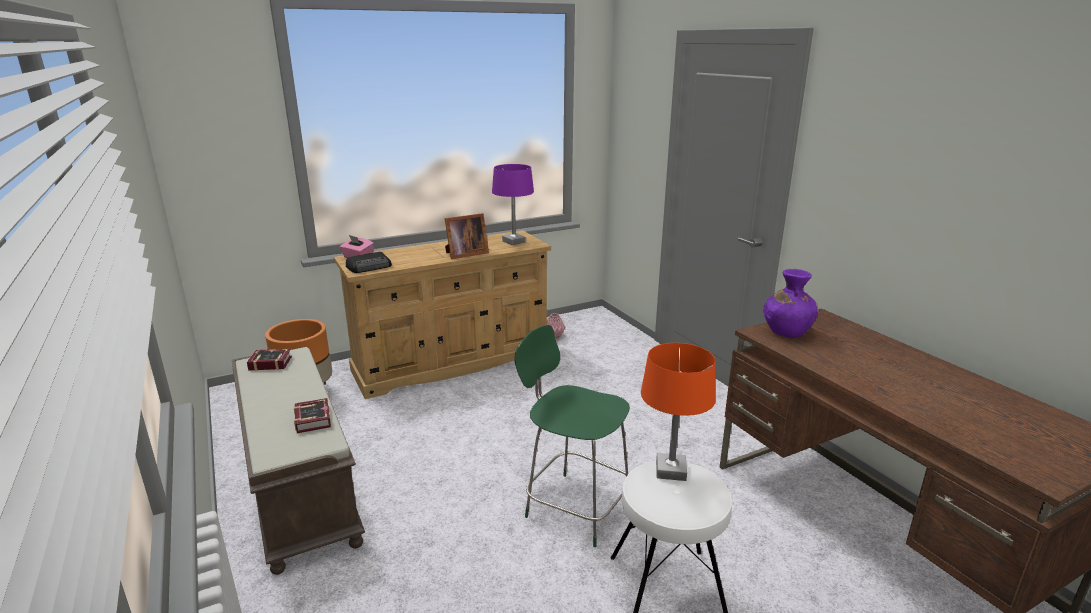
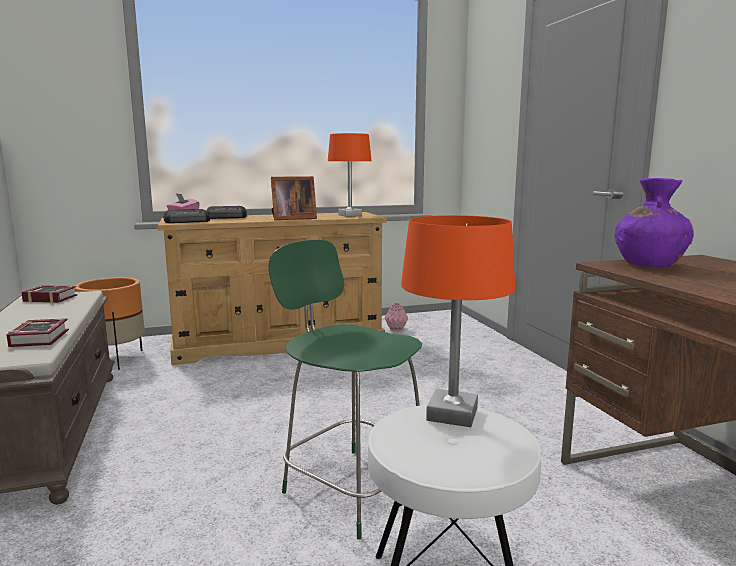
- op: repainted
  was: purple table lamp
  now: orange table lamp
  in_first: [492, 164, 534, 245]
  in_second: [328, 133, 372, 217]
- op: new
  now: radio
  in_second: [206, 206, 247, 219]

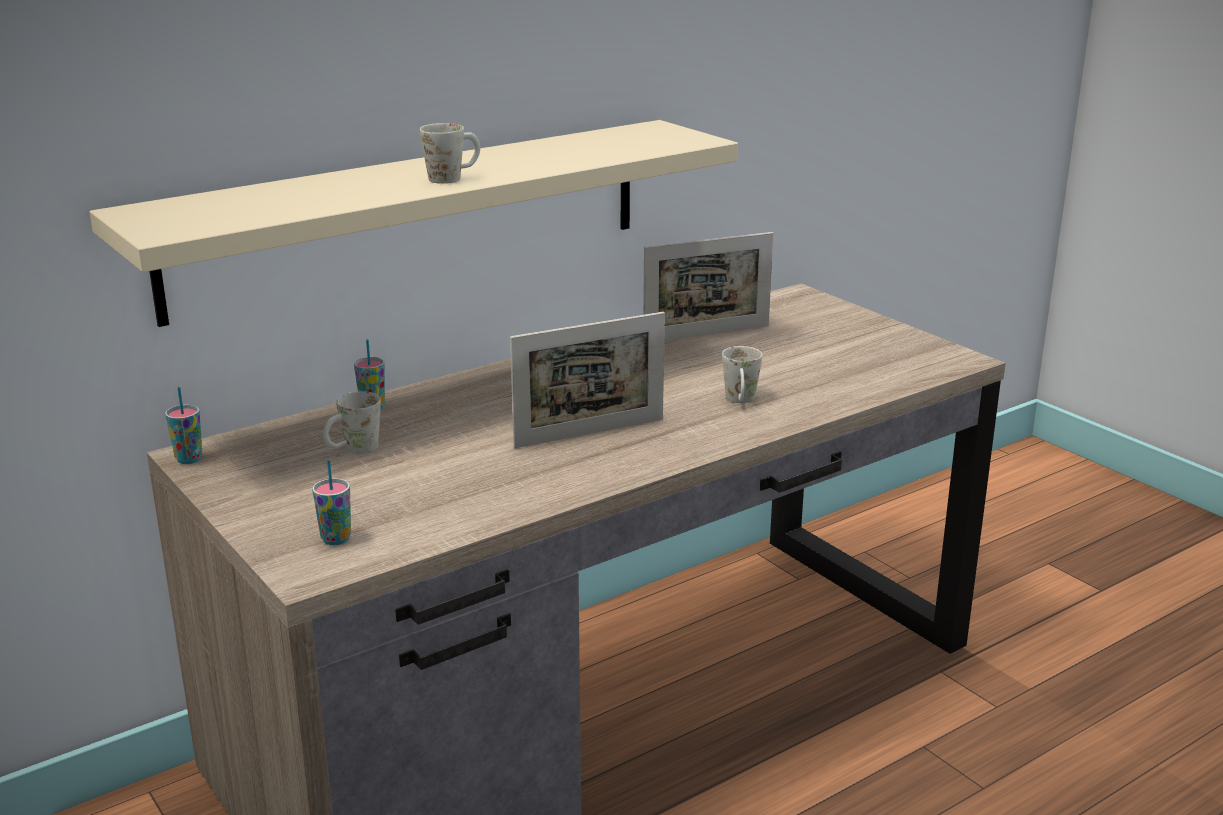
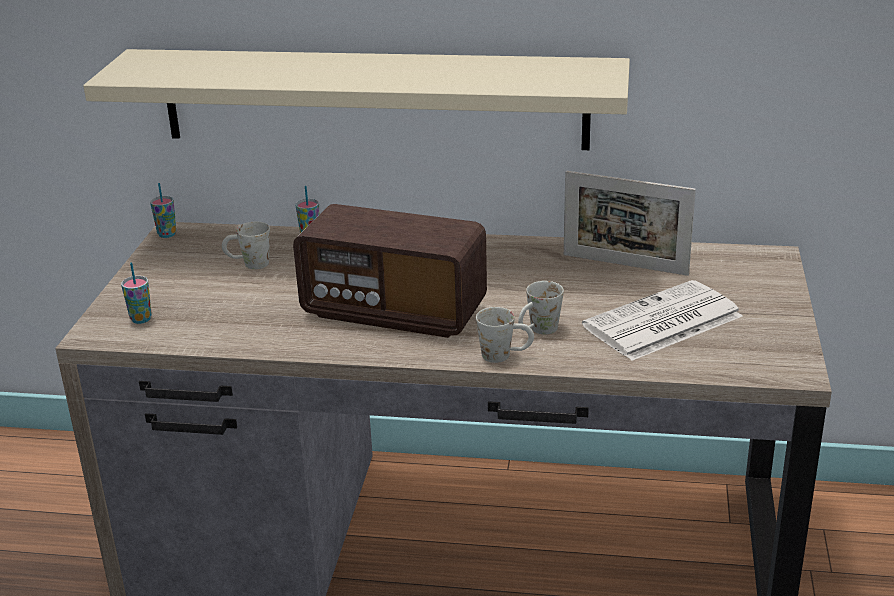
- op: shifted
  was: white mug
  in_first: [420, 123, 480, 184]
  in_second: [476, 307, 534, 363]
- op: swapped
  was: picture frame
  now: radio
  in_first: [510, 312, 665, 448]
  in_second: [293, 204, 487, 338]
- op: new
  now: newspaper
  in_second: [582, 280, 742, 361]

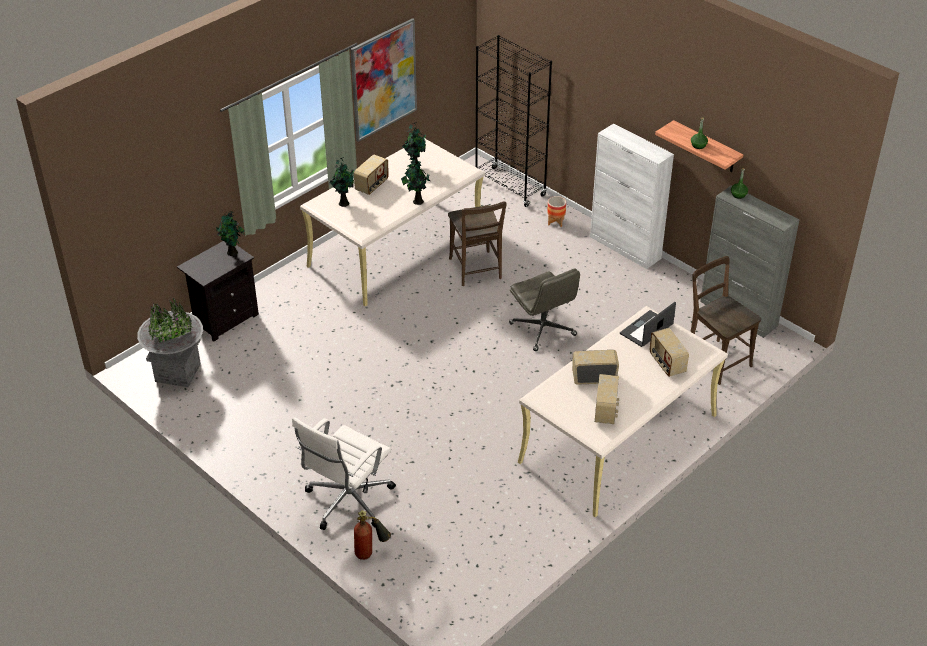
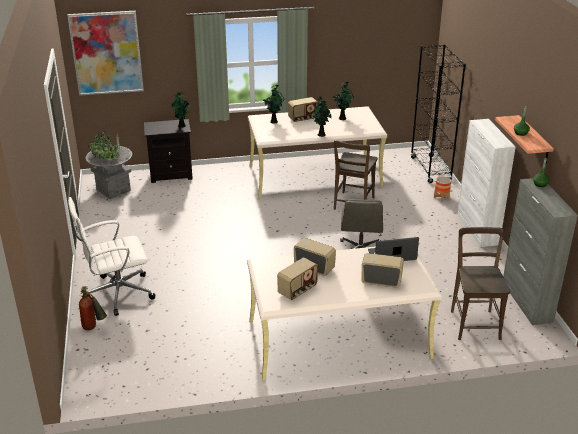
- op: shifted
  was: picture
  in_first: [351, 18, 417, 142]
  in_second: [67, 11, 144, 96]
- op: rotated
  was: radio
  in_first: [650, 328, 689, 377]
  in_second: [361, 253, 404, 288]
  clockwise: 90

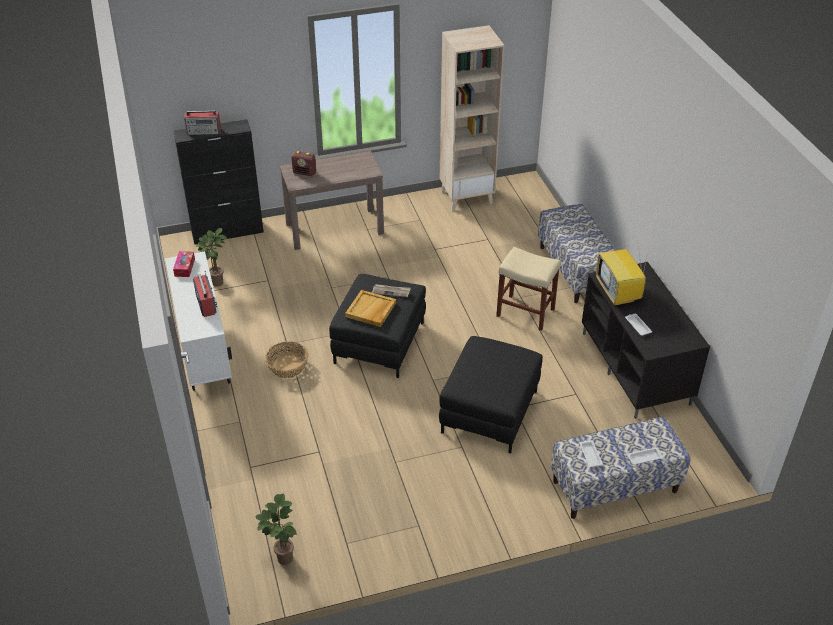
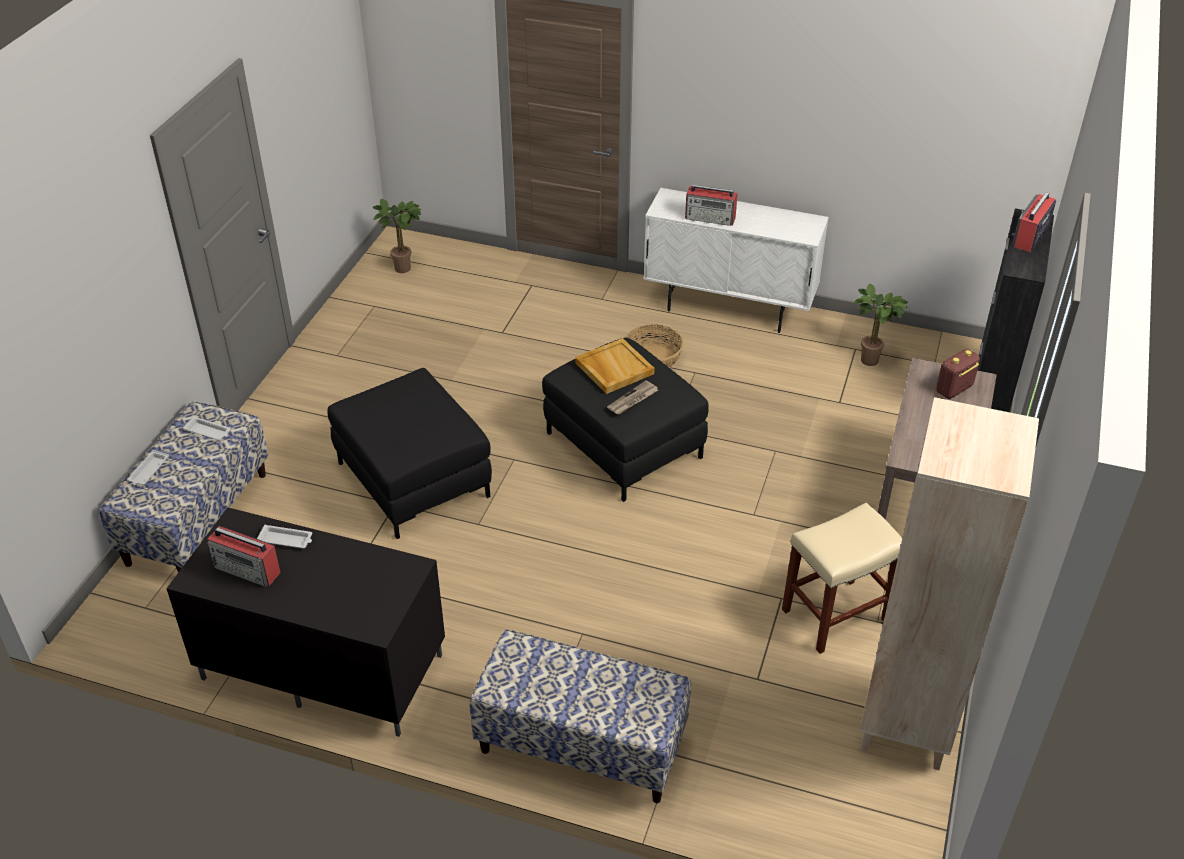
- op: shifted
  was: beige stool
  in_first: [496, 247, 561, 331]
  in_second: [782, 503, 902, 654]
- op: gone
  was: television
  in_first: [596, 247, 647, 306]
- op: gone
  was: tissue box
  in_first: [173, 251, 195, 277]
- op: new
  now: radio
  in_second: [207, 526, 281, 587]

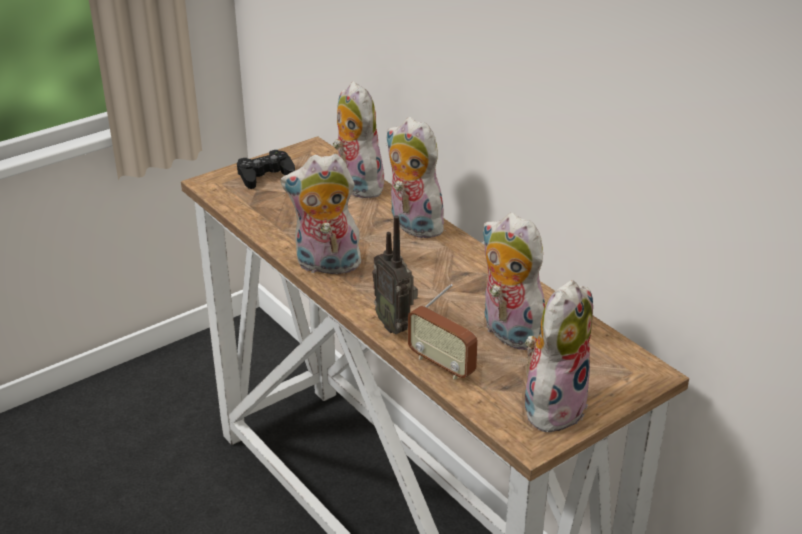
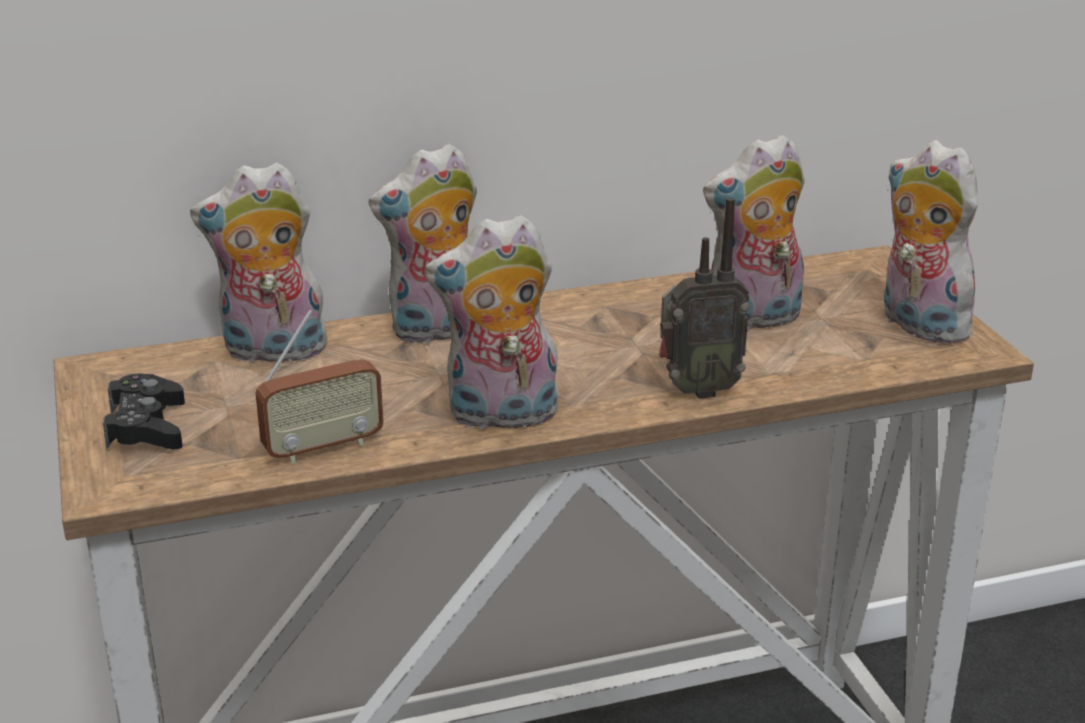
- op: rotated
  was: plush toy
  in_first: [280, 154, 364, 274]
  in_second: [425, 215, 558, 433]
  clockwise: 60
- op: shifted
  was: radio
  in_first: [408, 284, 478, 380]
  in_second: [255, 310, 384, 463]

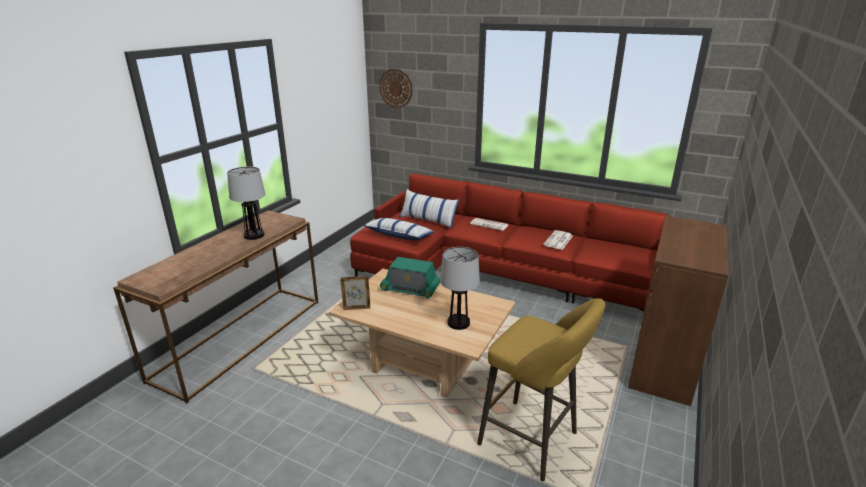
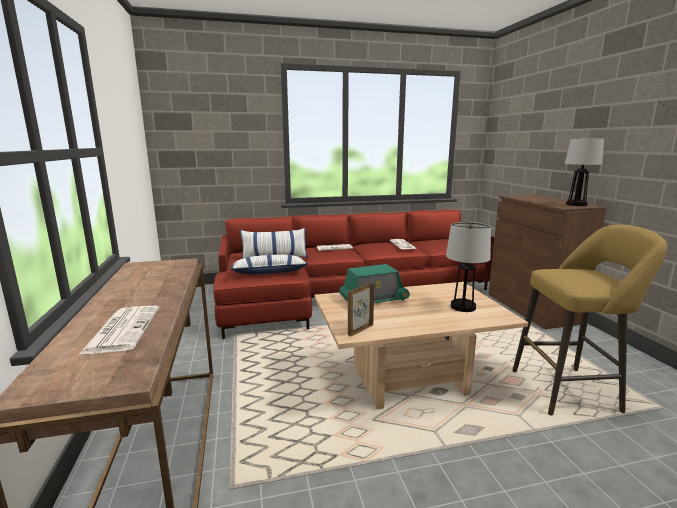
- op: gone
  was: wall clock
  in_first: [379, 69, 412, 108]
- op: shifted
  was: table lamp
  in_first: [227, 166, 265, 240]
  in_second: [565, 139, 604, 206]
- op: new
  now: newspaper
  in_second: [79, 306, 159, 354]

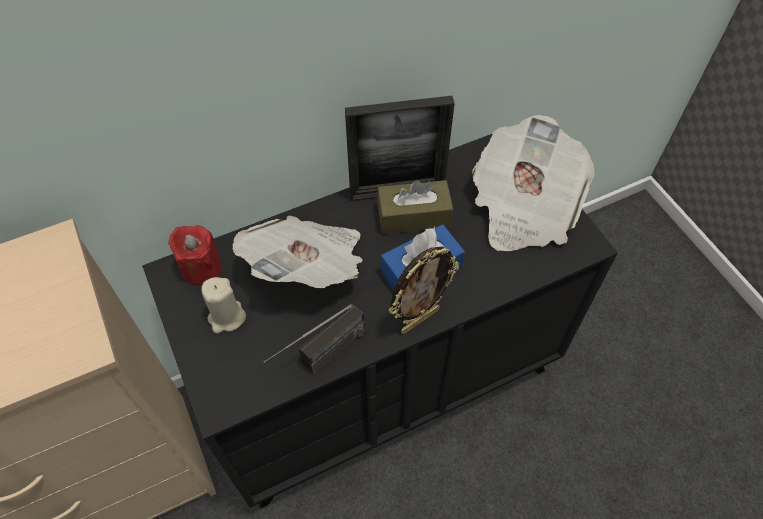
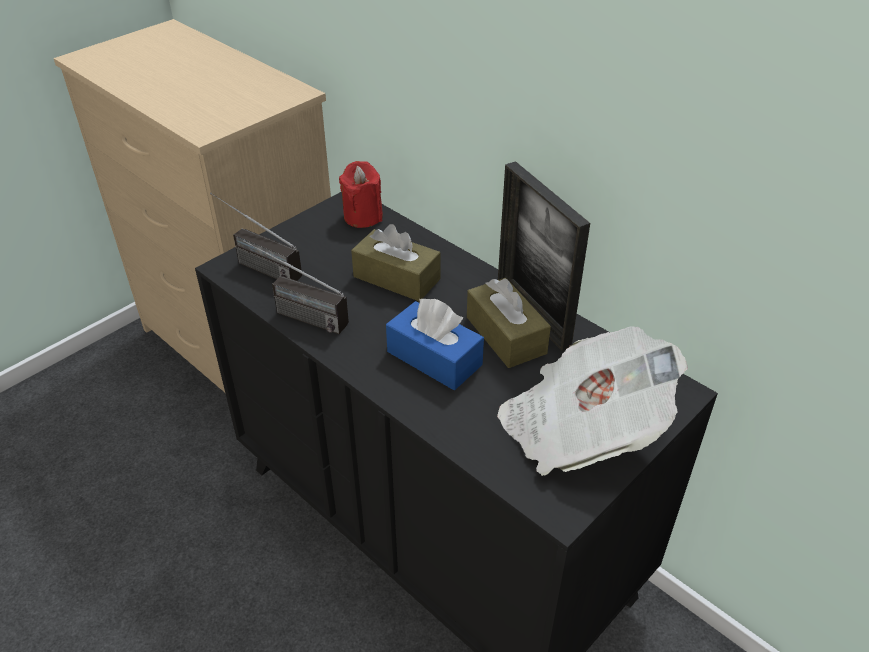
- op: swapped
  was: newspaper
  now: brown tissue box
  in_first: [233, 216, 363, 288]
  in_second: [351, 224, 441, 301]
- op: gone
  was: picture frame
  in_first: [389, 247, 459, 334]
- op: gone
  was: beige candle
  in_first: [201, 277, 246, 334]
- op: new
  now: radio
  in_second: [210, 193, 302, 281]

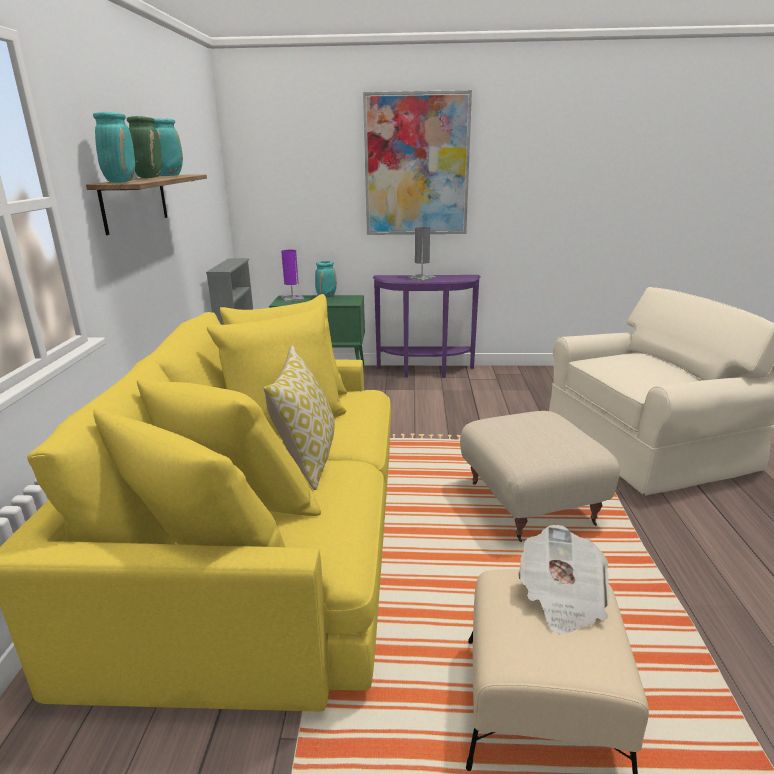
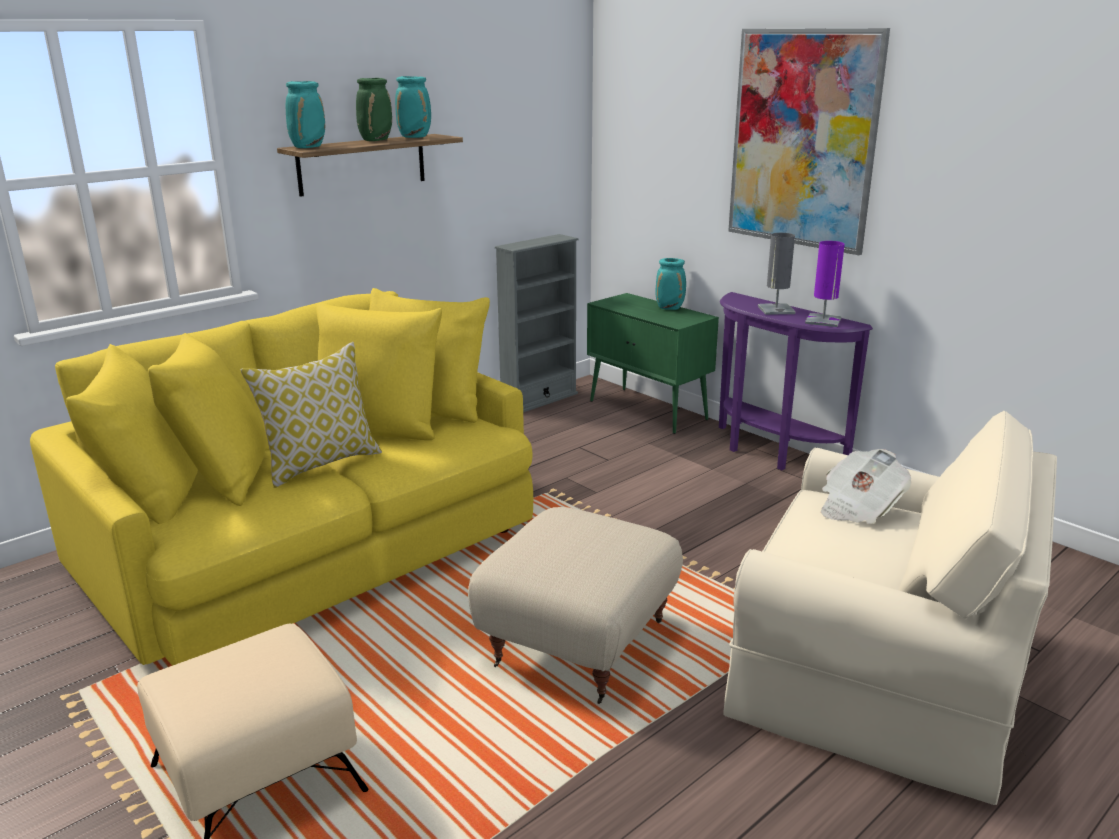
- op: shifted
  was: purple table lamp
  in_first: [281, 250, 304, 302]
  in_second: [805, 241, 845, 327]
- op: shifted
  was: newspaper
  in_first: [518, 525, 610, 635]
  in_second: [821, 449, 911, 524]

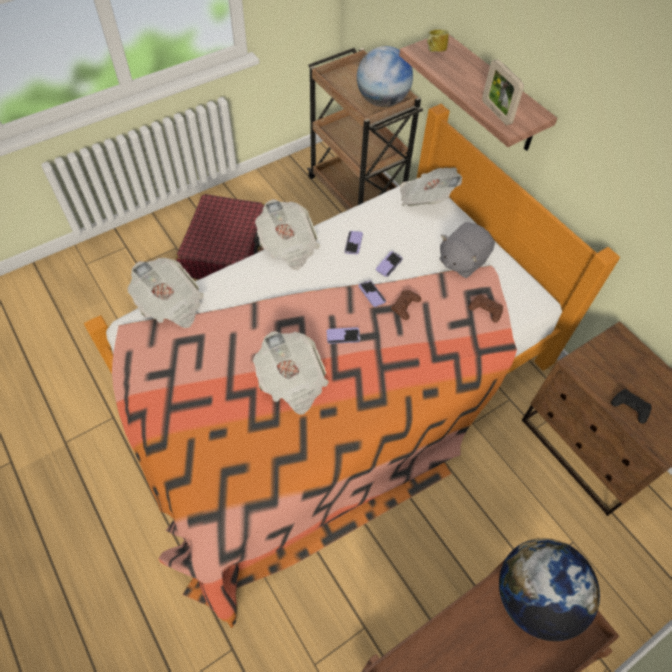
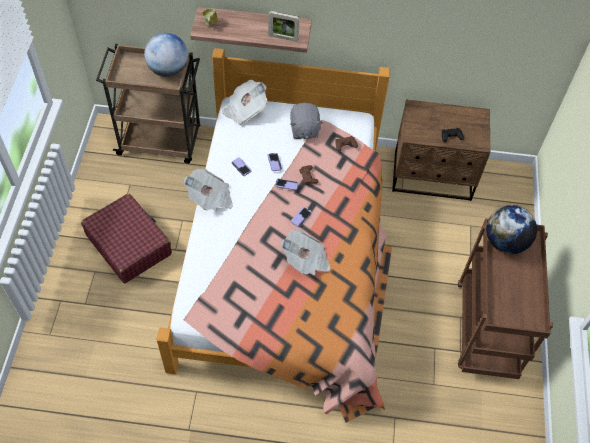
- op: gone
  was: newspaper
  in_first: [127, 258, 204, 328]

